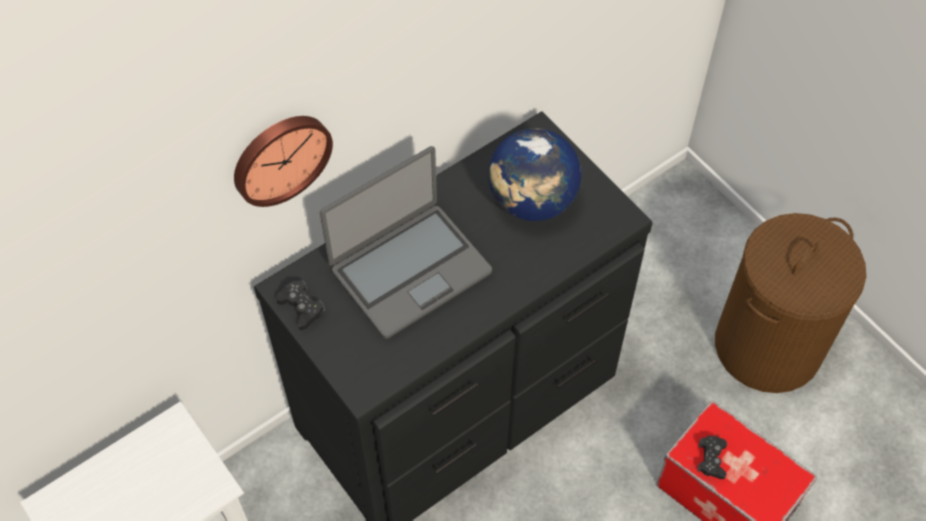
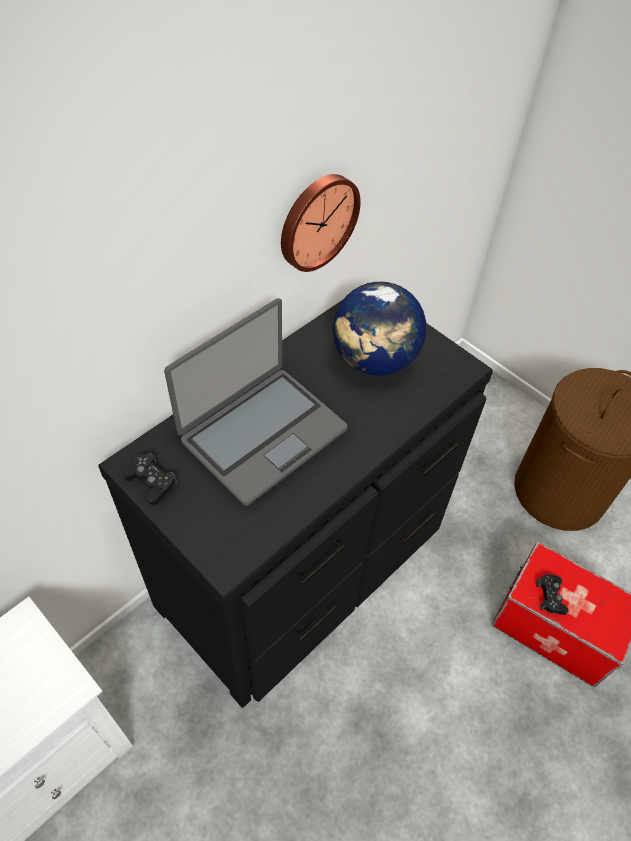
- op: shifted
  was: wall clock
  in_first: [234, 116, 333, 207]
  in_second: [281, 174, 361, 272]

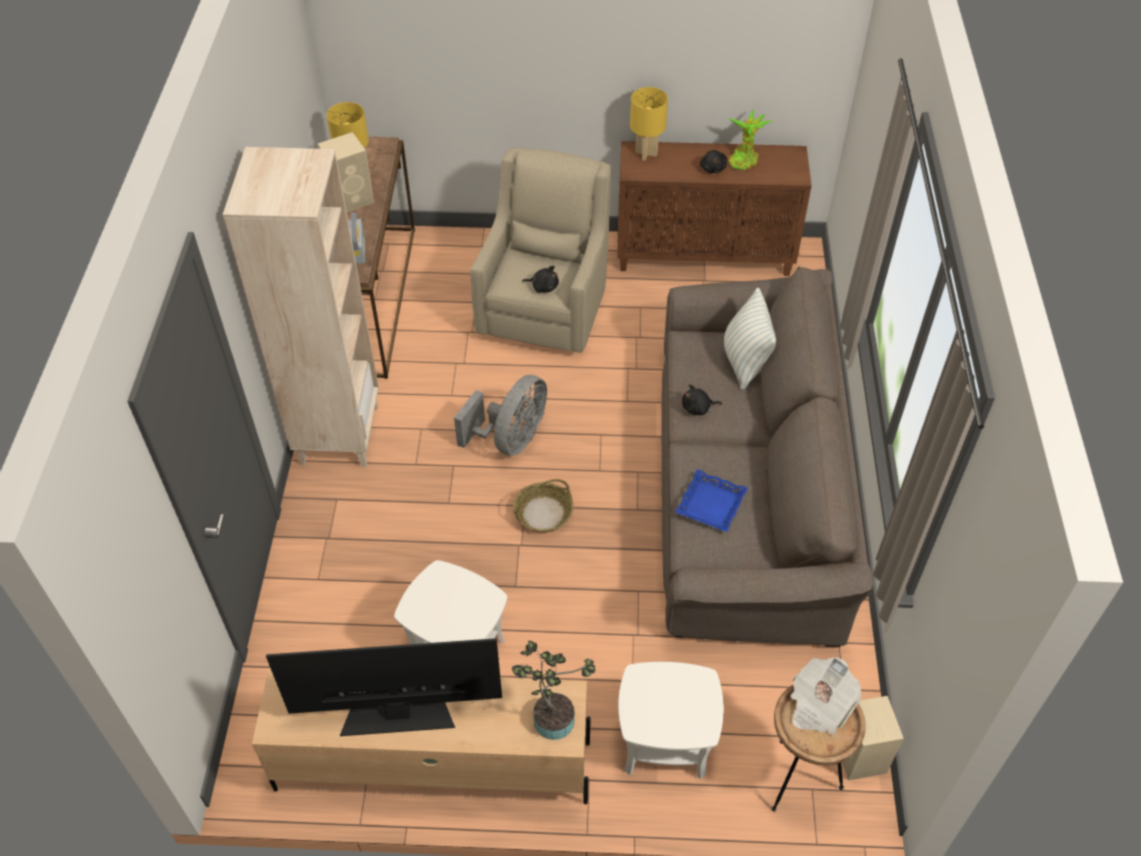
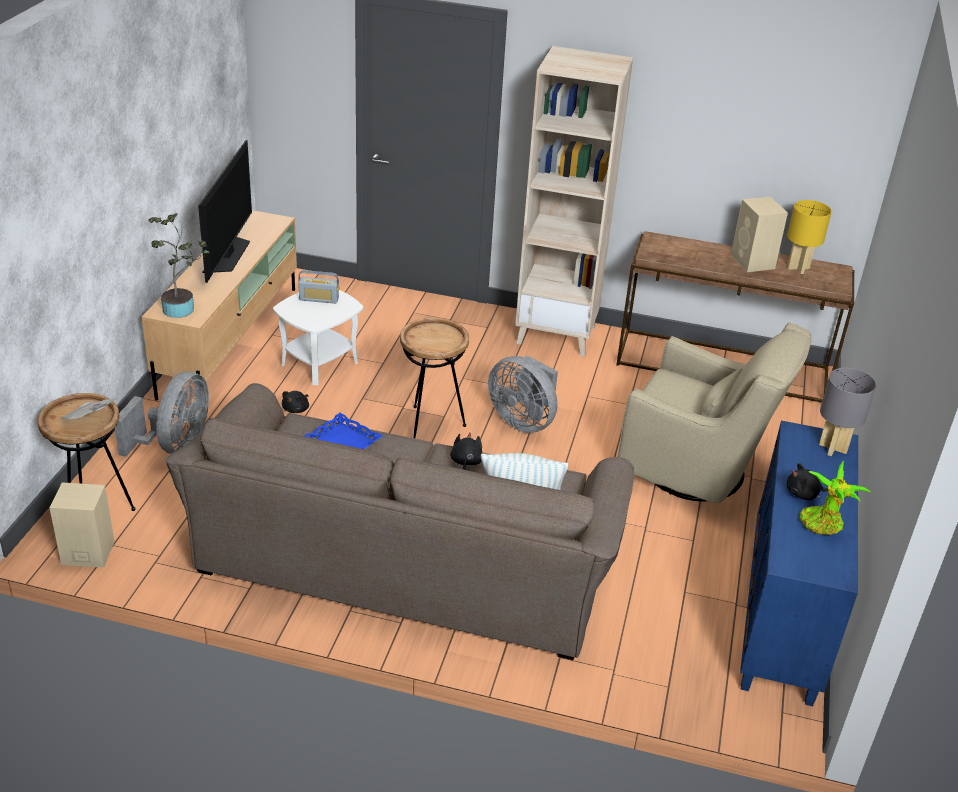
- op: repainted
  was: yellow table lamp
  now: grey table lamp
  in_first: [630, 87, 668, 161]
  in_second: [819, 368, 876, 456]
- op: repainted
  was: brown cabinet
  now: blue cabinet
  in_first: [617, 141, 812, 276]
  in_second: [740, 421, 858, 706]
- op: shifted
  was: radio
  in_first: [348, 213, 365, 264]
  in_second: [298, 270, 339, 304]
- op: shifted
  was: black plush toy
  in_first: [522, 266, 559, 293]
  in_second: [282, 391, 309, 413]
- op: swapped
  was: basket
  now: brown side table
  in_first: [513, 479, 573, 533]
  in_second: [400, 318, 469, 438]
- op: swapped
  was: white side table
  now: grey fan
  in_first: [618, 662, 724, 779]
  in_second: [115, 371, 209, 457]

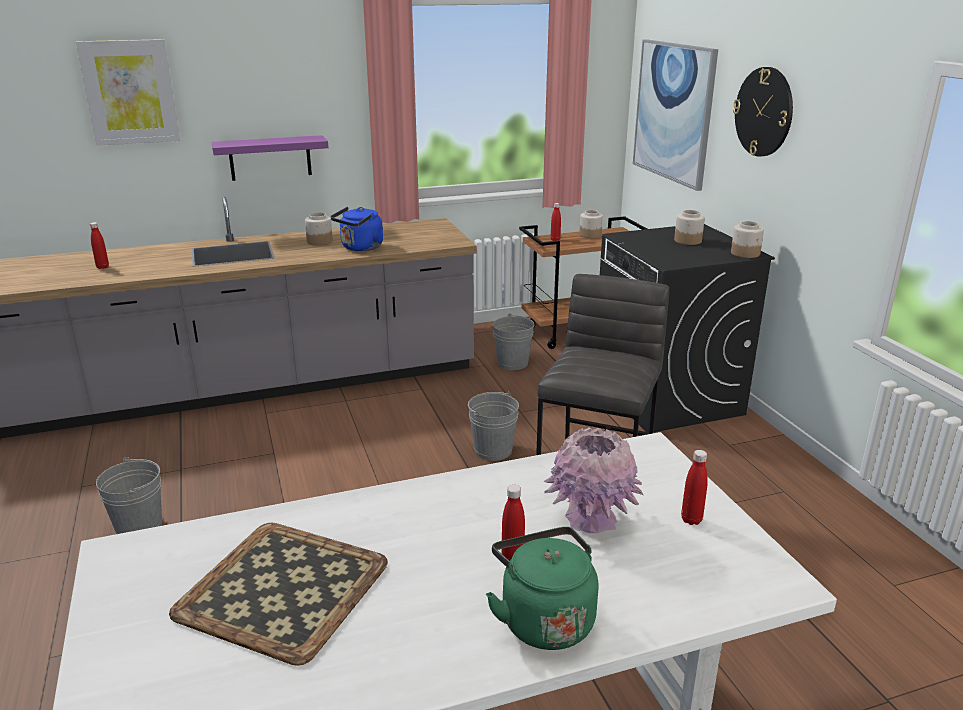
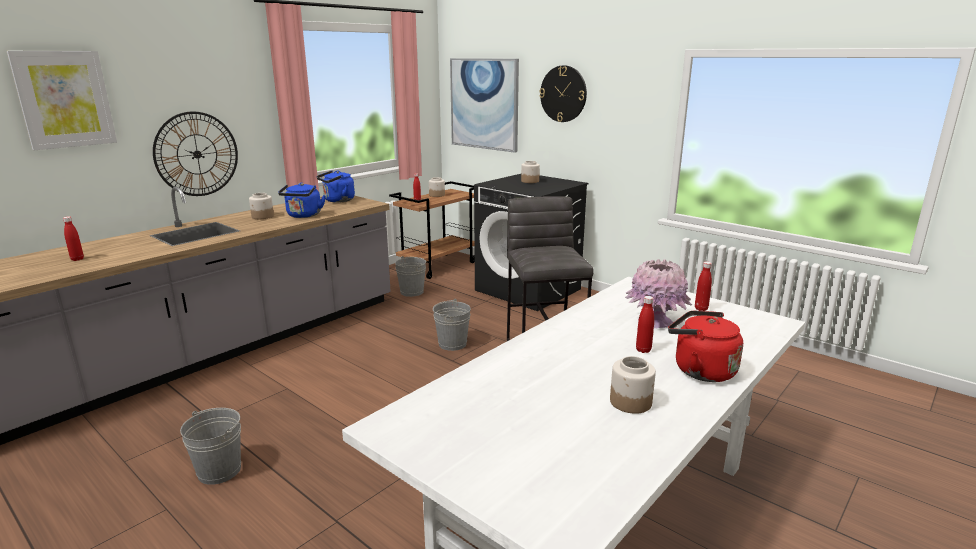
- op: swapped
  was: purple shelf
  now: wall clock
  in_first: [211, 135, 329, 181]
  in_second: [153, 112, 238, 196]
- op: shifted
  was: jar
  in_first: [731, 221, 764, 258]
  in_second: [610, 356, 656, 414]
- op: gone
  was: tray
  in_first: [169, 523, 388, 666]
- op: repainted
  was: green kettle
  now: red kettle
  in_first: [486, 527, 598, 650]
  in_second: [668, 310, 743, 382]
- op: new
  now: blue kettle
  in_second: [316, 171, 355, 203]

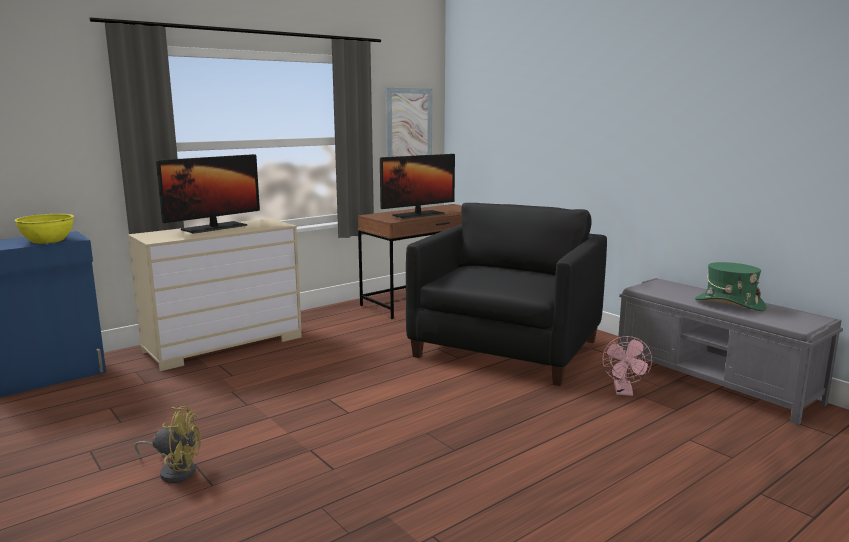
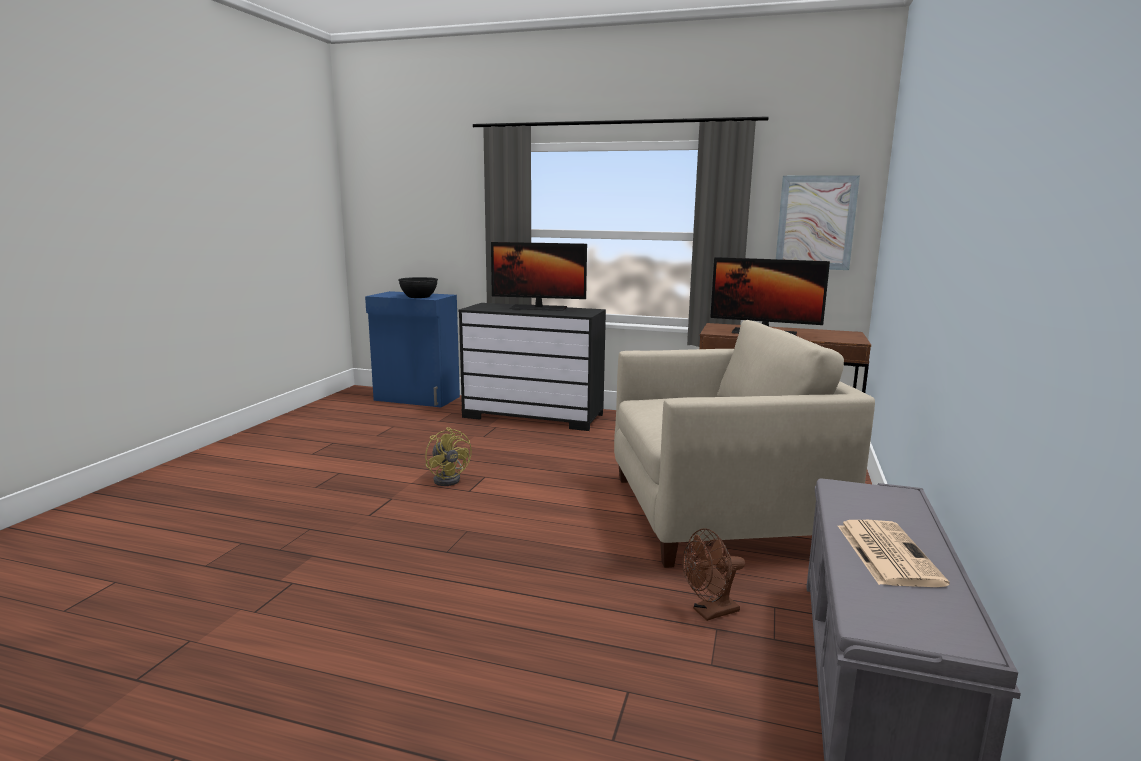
- op: repainted
  was: black armchair
  now: beige armchair
  in_first: [406, 203, 607, 386]
  in_second: [614, 320, 875, 568]
- op: repainted
  was: yellow bowl
  now: black bowl
  in_first: [14, 214, 74, 244]
  in_second: [398, 277, 438, 298]
- op: repainted
  was: beige dresser
  now: black dresser
  in_first: [128, 218, 302, 371]
  in_second: [458, 303, 606, 431]
- op: swapped
  was: green hat
  now: newspaper
  in_first: [695, 262, 767, 311]
  in_second: [838, 520, 950, 587]
- op: repainted
  was: pink fan
  now: brown fan
  in_first: [602, 336, 652, 396]
  in_second: [682, 528, 745, 621]
- op: shifted
  was: yellow fan
  in_first: [135, 406, 201, 483]
  in_second: [425, 427, 472, 486]

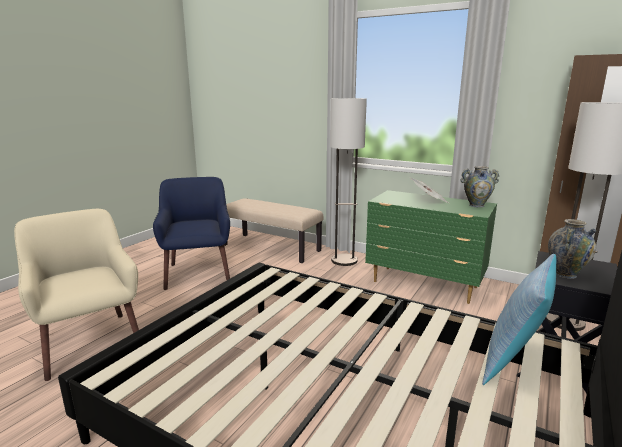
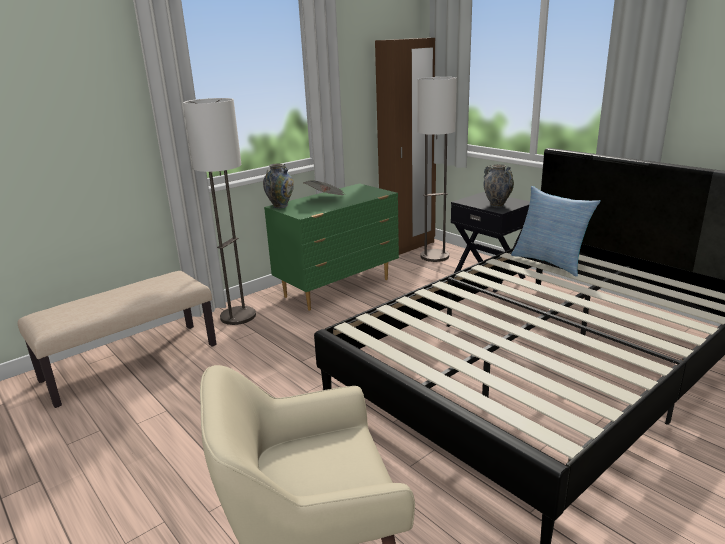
- op: shifted
  was: vase
  in_first: [460, 166, 499, 207]
  in_second: [263, 164, 294, 208]
- op: gone
  was: blue armchair
  in_first: [153, 177, 230, 290]

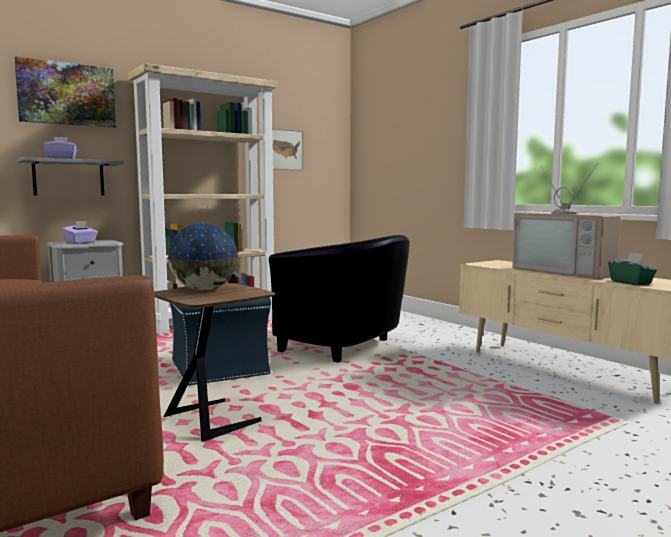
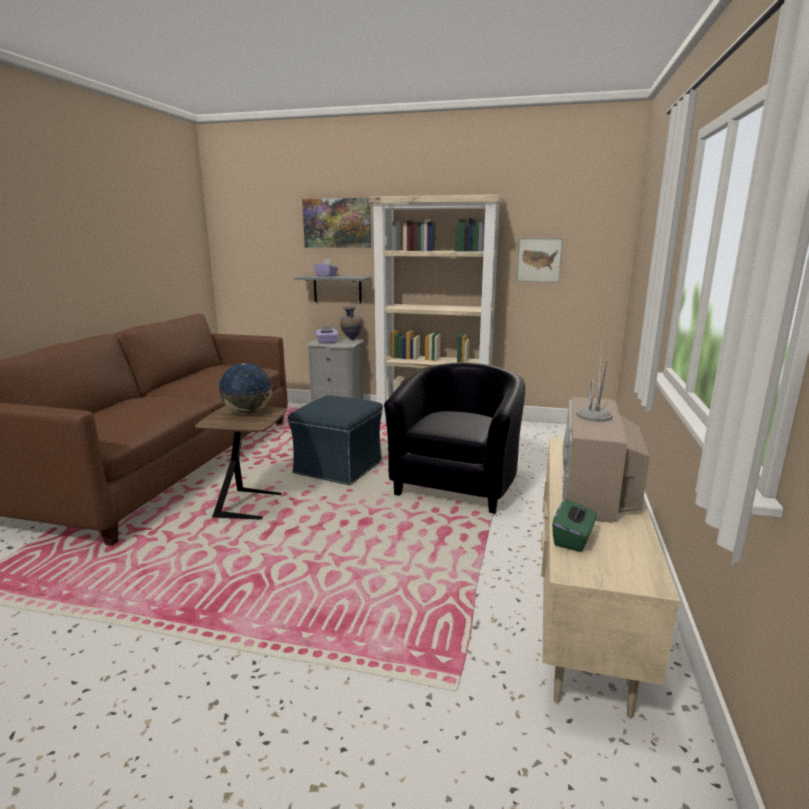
- op: rotated
  was: black armchair
  in_first: [269, 235, 410, 362]
  in_second: [384, 362, 525, 514]
  clockwise: -150
- op: new
  now: vase
  in_second: [340, 307, 361, 340]

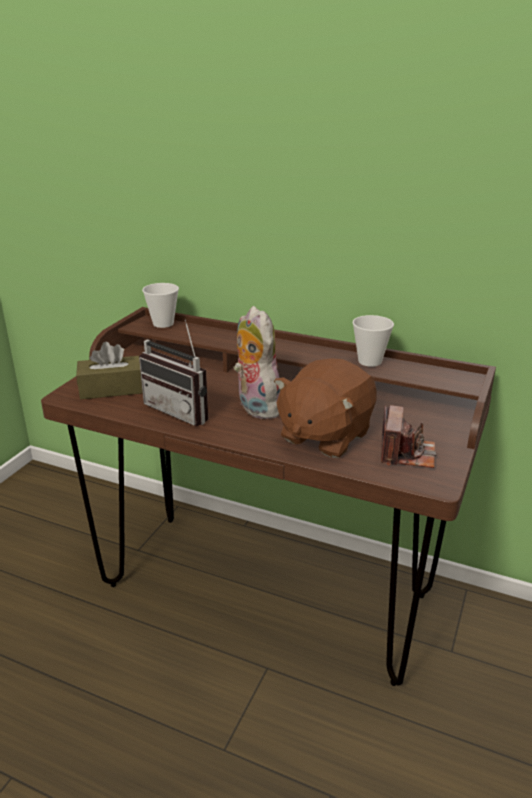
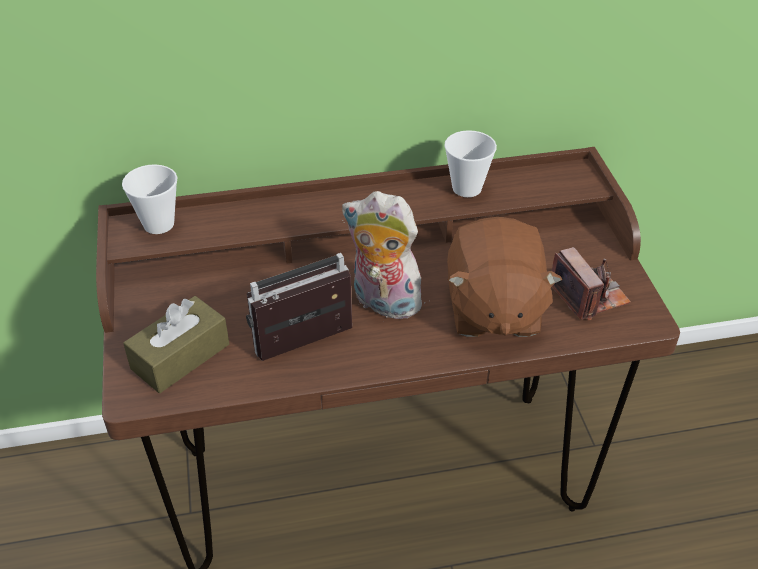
- op: rotated
  was: radio
  in_first: [139, 320, 208, 426]
  in_second: [246, 253, 352, 361]
  clockwise: 150

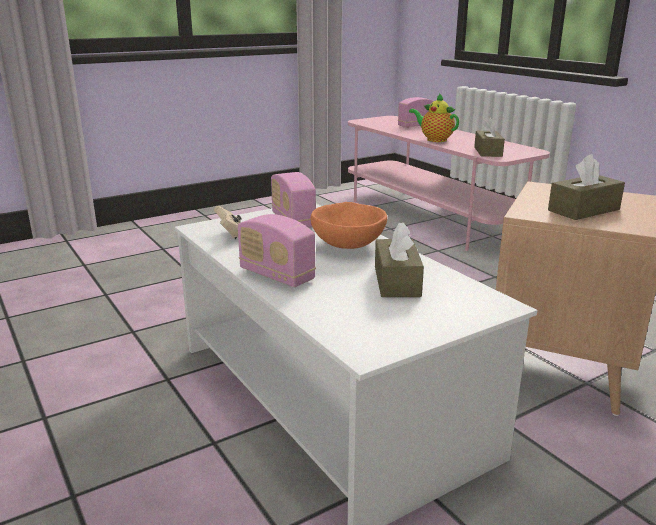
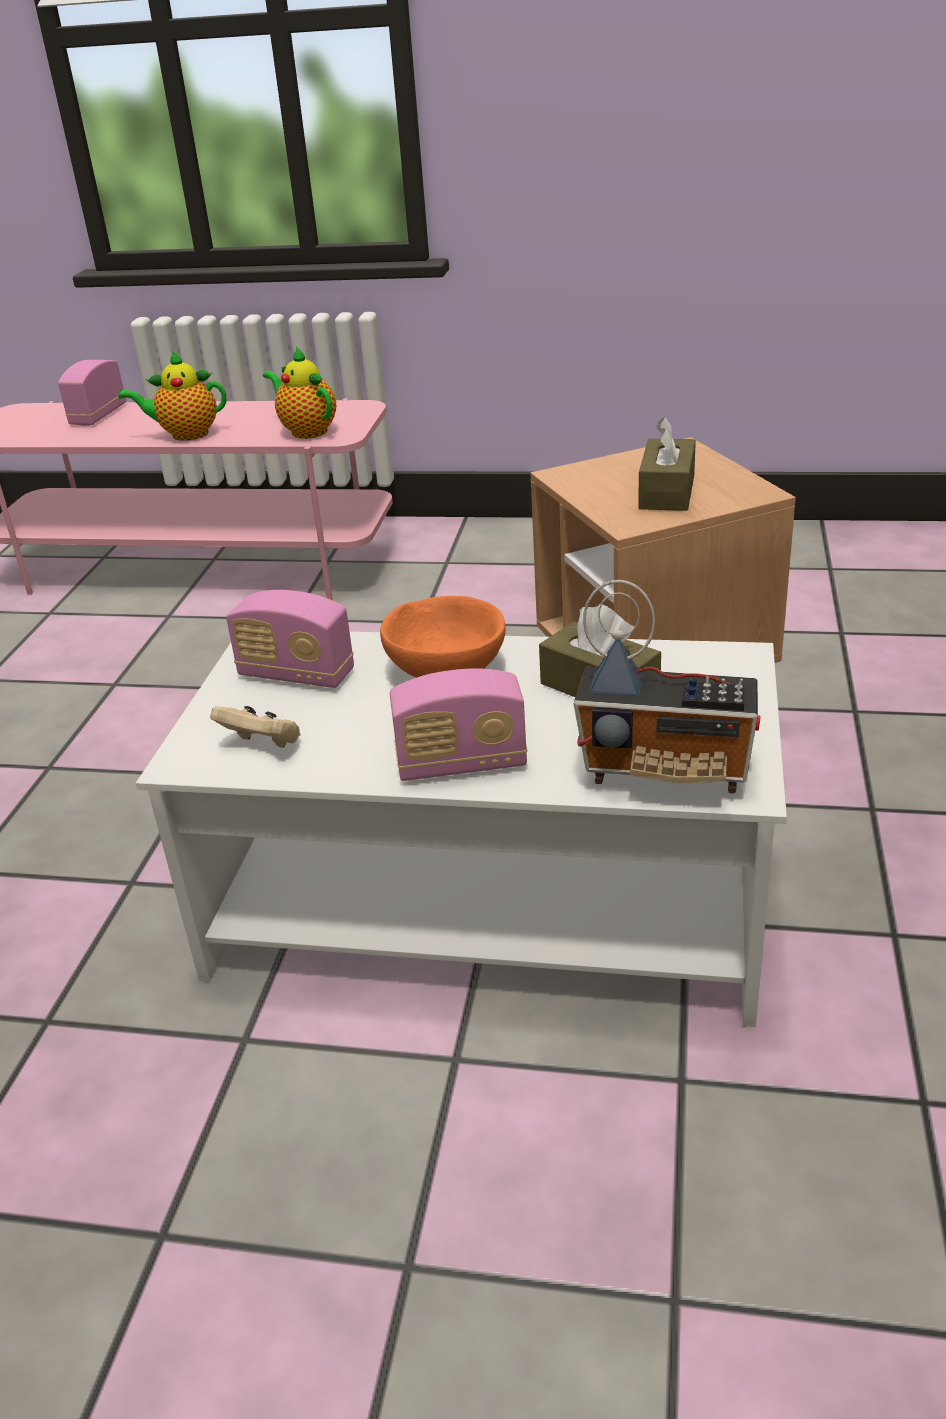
- op: swapped
  was: brown tissue box
  now: teapot
  in_first: [474, 117, 505, 157]
  in_second: [263, 346, 336, 439]
- op: new
  now: radio
  in_second: [574, 580, 760, 793]

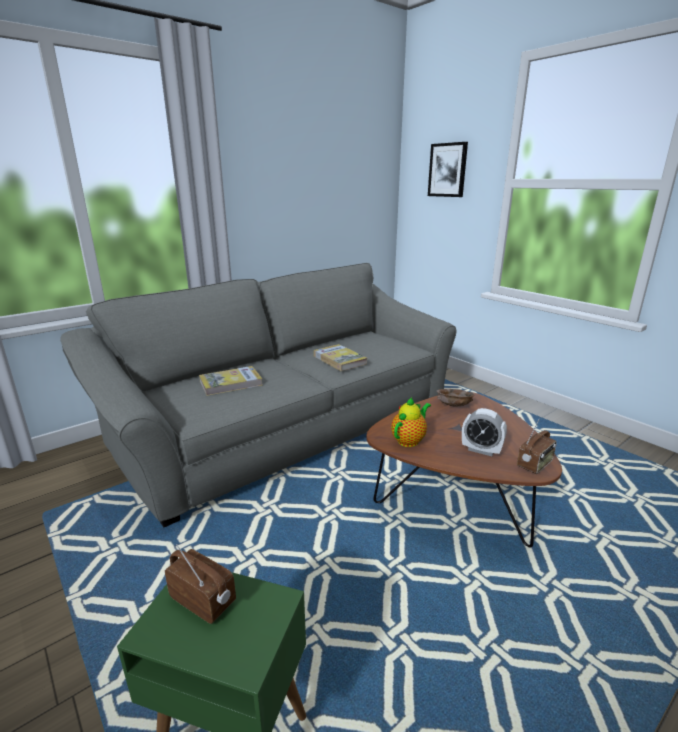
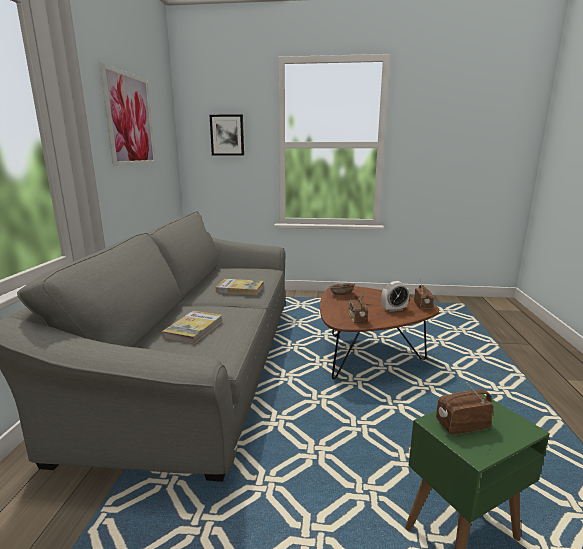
- op: swapped
  was: teapot
  now: radio
  in_first: [391, 397, 431, 447]
  in_second: [349, 292, 368, 323]
- op: new
  now: picture
  in_second: [100, 63, 156, 166]

